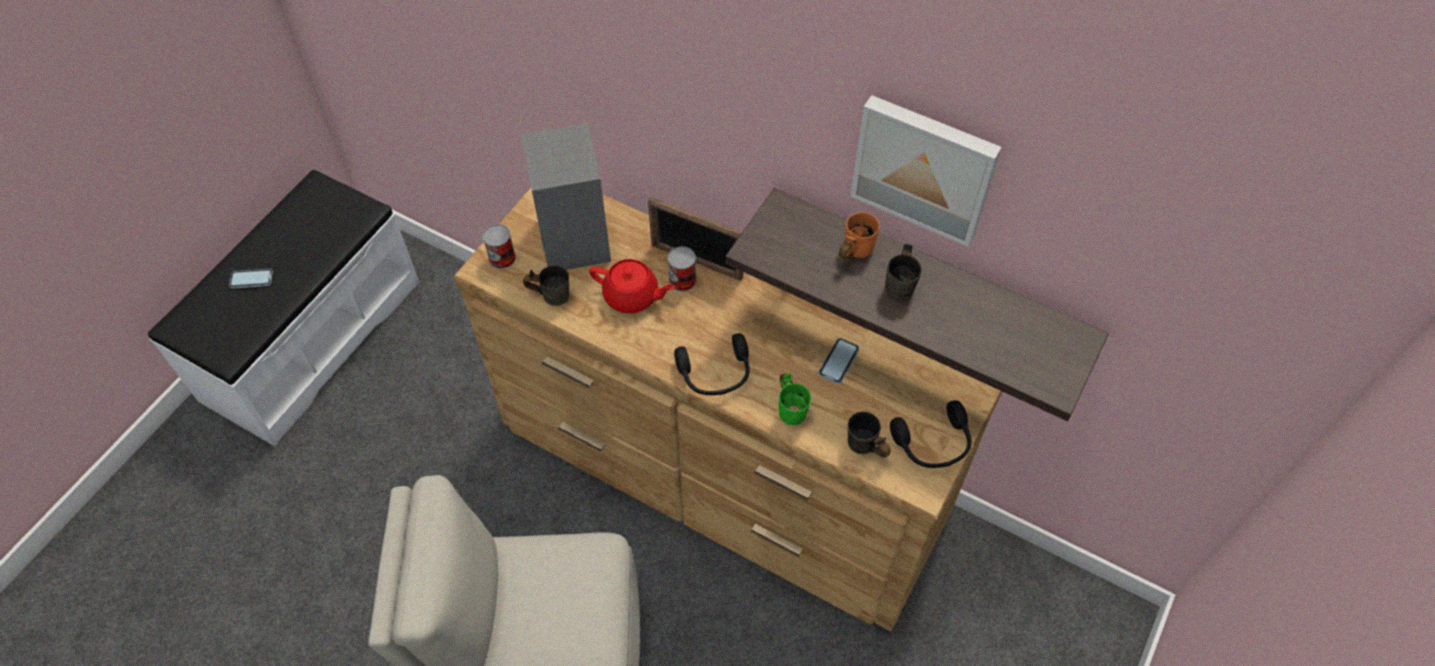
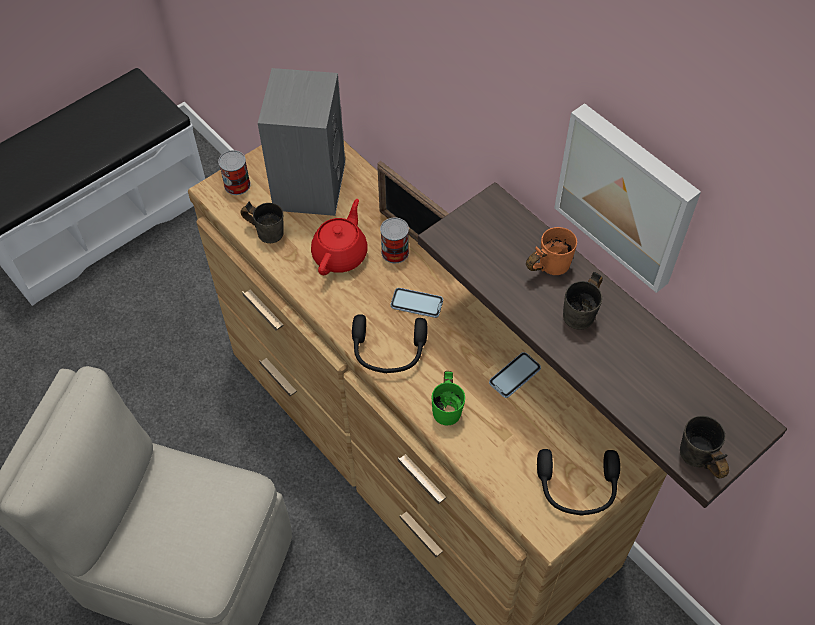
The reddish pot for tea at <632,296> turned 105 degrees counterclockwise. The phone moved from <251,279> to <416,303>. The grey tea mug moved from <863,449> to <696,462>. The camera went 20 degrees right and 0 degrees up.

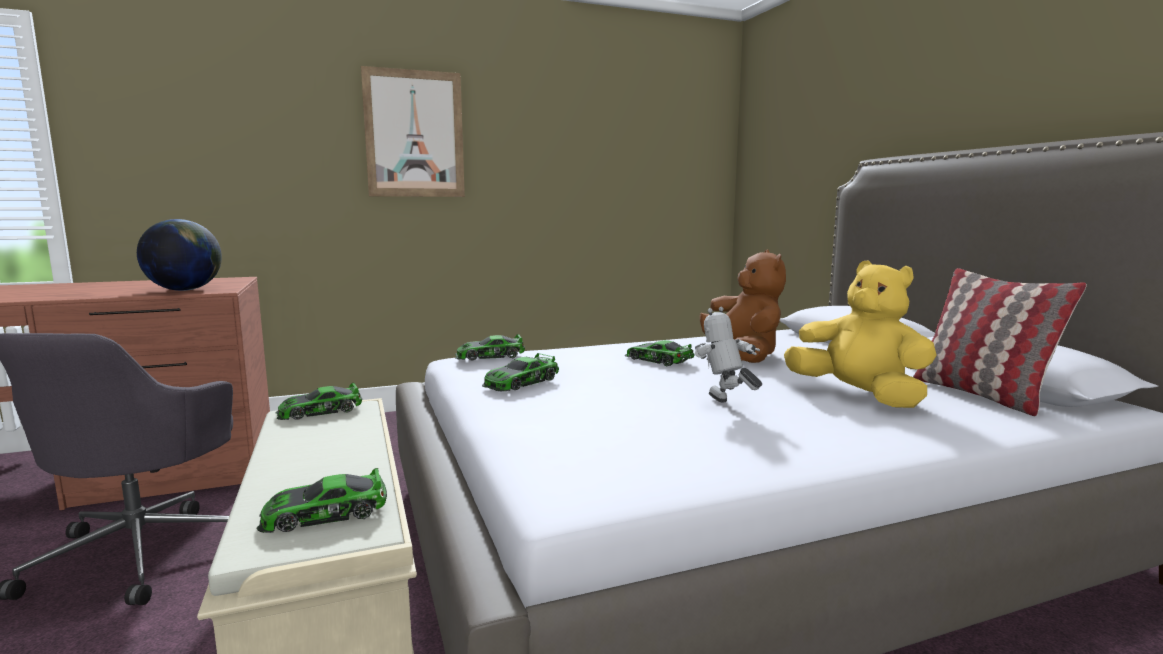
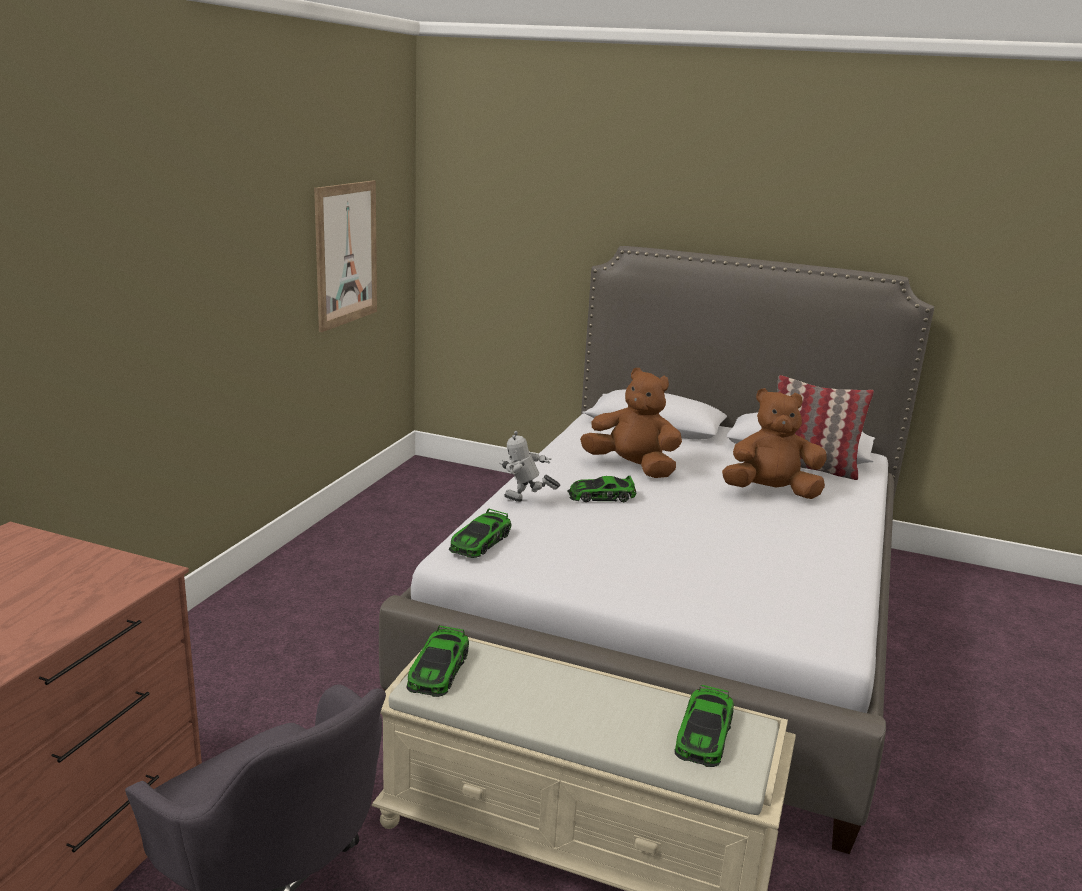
The wall art moved from <414,134> to <346,254>. The globe at <184,290> disappeared. The yellowish soft toy at <858,396> became the brownish soft toy at <770,492>. The model robot moved from <725,405> to <525,503>. The model car at <521,382> disappeared. The camera went 50 degrees left and 10 degrees up.

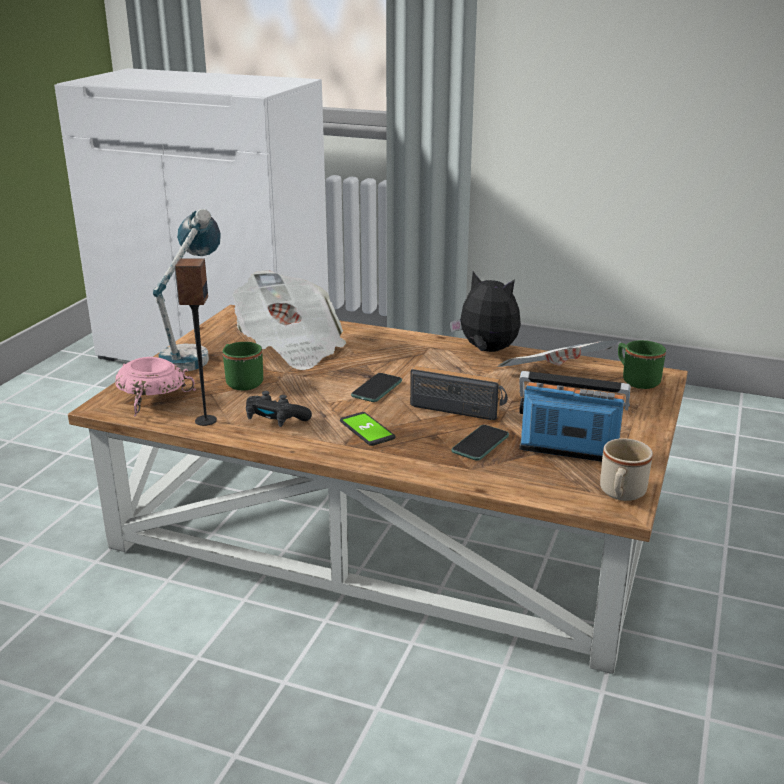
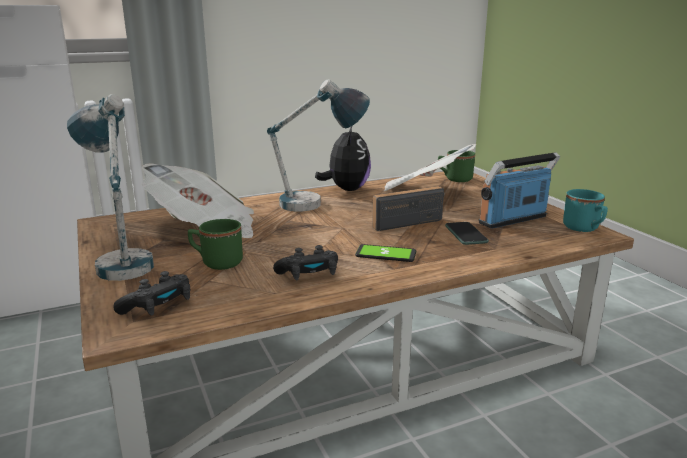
The speaker at <205,420> disappeared. The soft toy at <486,351> turned 105 degrees clockwise. The pink-coloured deep dish at <150,400> was replaced by the black gamepad at <158,307>. The phone at <377,389> disappeared. The sand-coloured tea mug at <621,494> became the turquoise tea mug at <584,228>. The table lamp at <318,206> appeared. The camera went 45 degrees left and 5 degrees down.

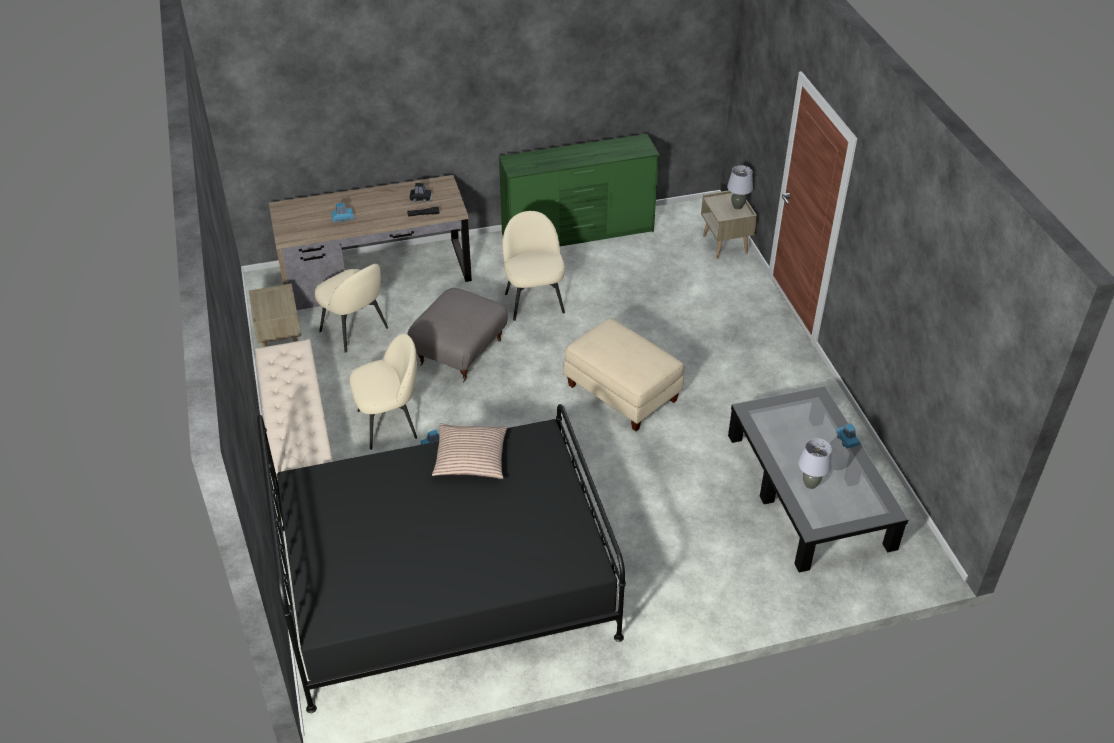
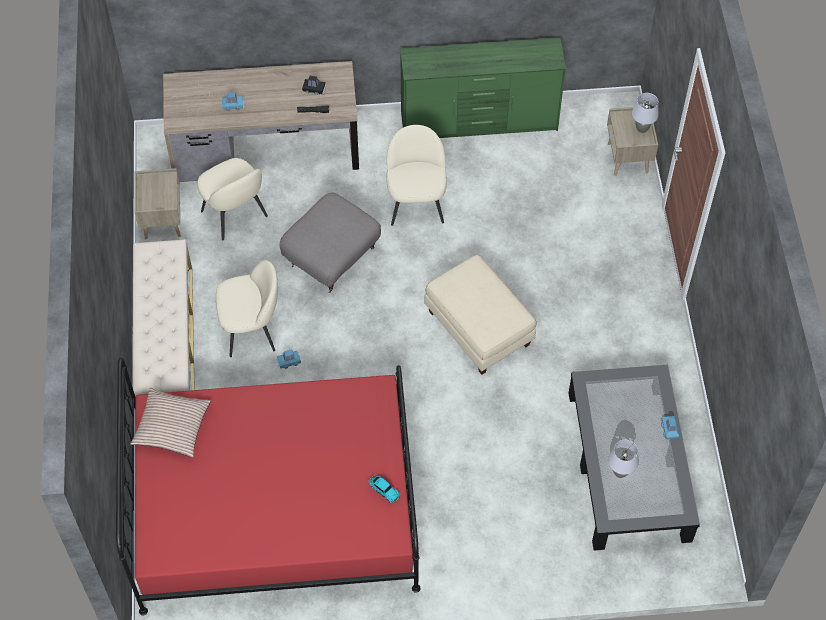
The black bed at <446,580> became the reddish bed at <276,507>. The pillow moved from <471,458> to <172,427>. The model car at <383,489> appeared. The camera went 10 degrees right and 15 degrees up.

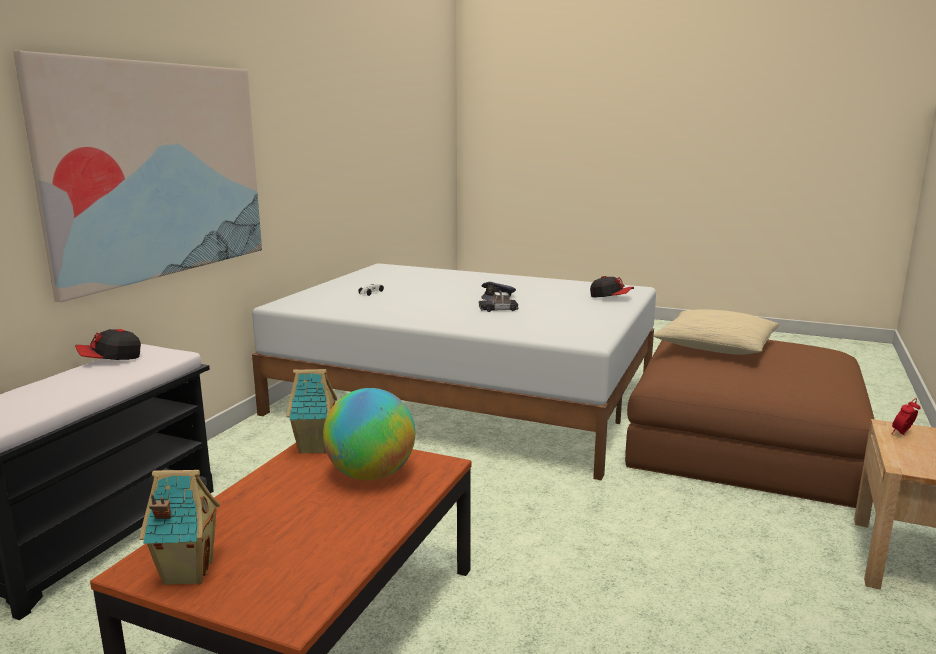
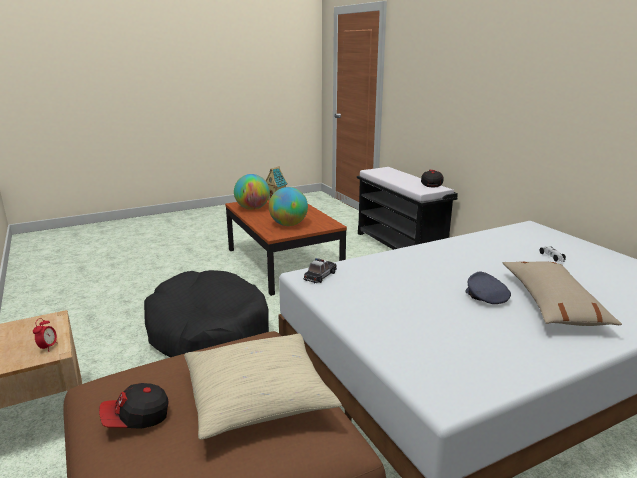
The wall art at <159,170> disappeared. The baseball cap moved from <611,297> to <136,418>. The model car moved from <498,309> to <320,275>. The model house at <316,447> disappeared. The globe at <252,208> appeared. The sand-coloured pillow at <552,303> appeared. The black pet bed at <208,332> appeared. The camera went 130 degrees right and 5 degrees up.

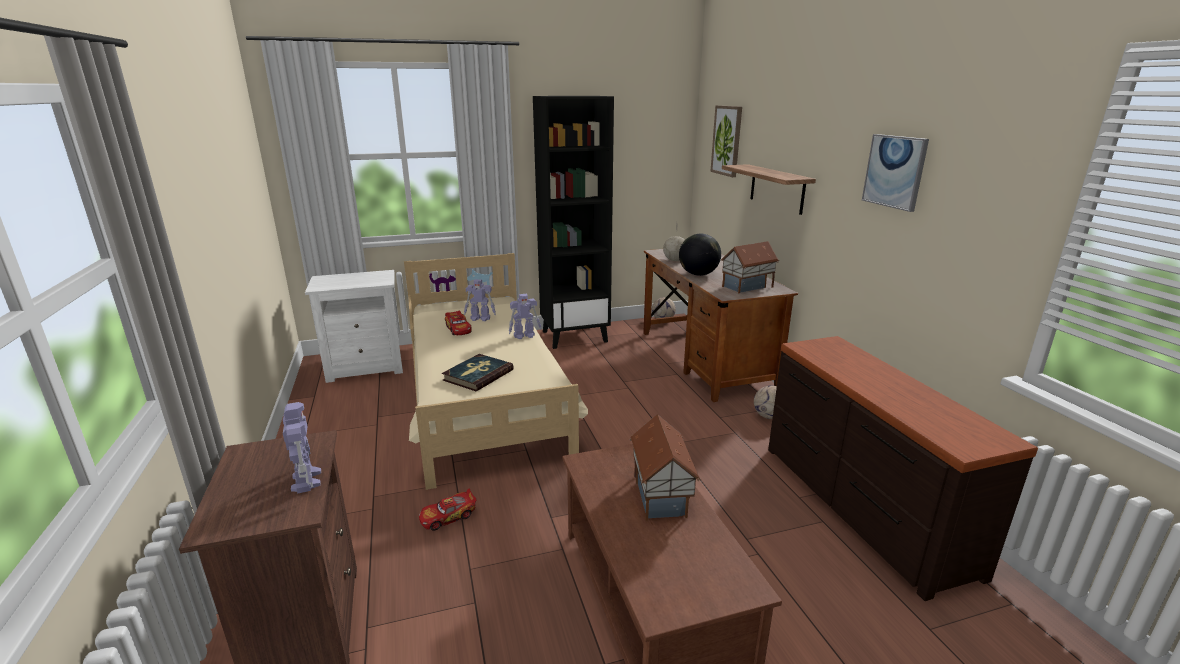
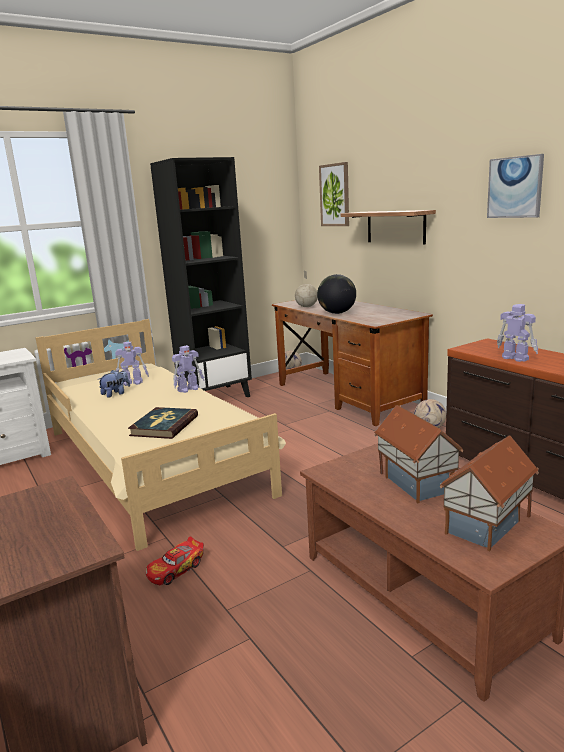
The model house moved from <747,287> to <489,525>. The model car at <458,329> was replaced by the soft toy at <116,394>. The model robot moved from <306,479> to <514,358>. The camera went 15 degrees left and 5 degrees down.

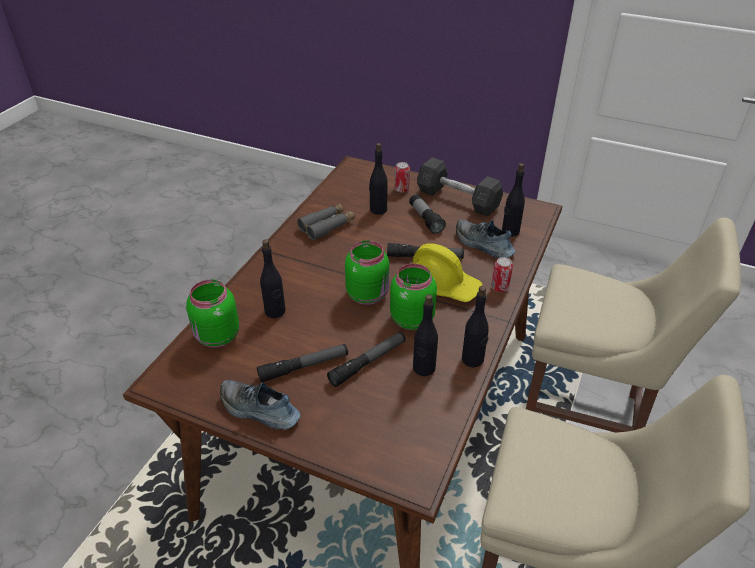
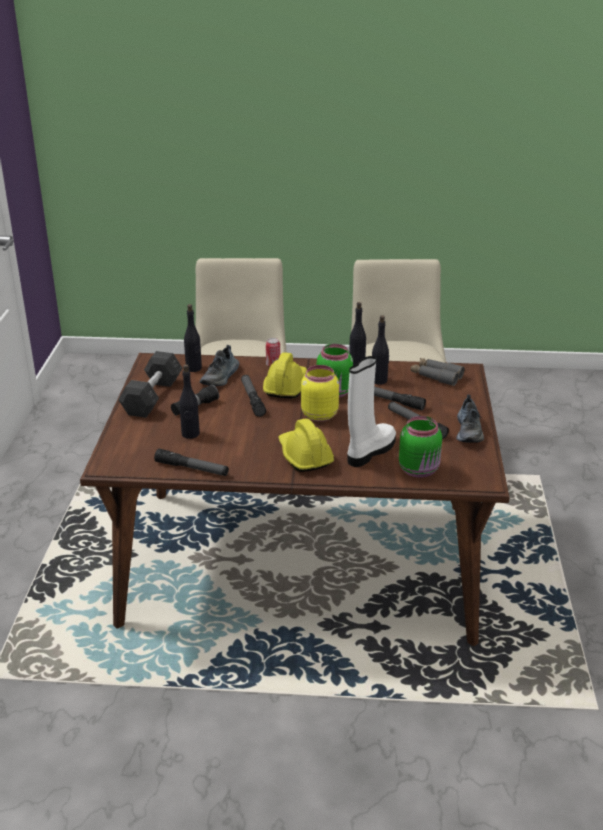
The can at <401,189> disappeared. The grey field glasses moved from <327,226> to <436,376>. The black bottle at <275,311> was replaced by the whitish tall boot at <370,451>. The green preserve jar at <368,294> became the yellowish preserve jar at <318,415>. The yellowish hard hat at <304,456> appeared. The flashlight at <192,468> appeared. The camera went 110 degrees left and 10 degrees down.

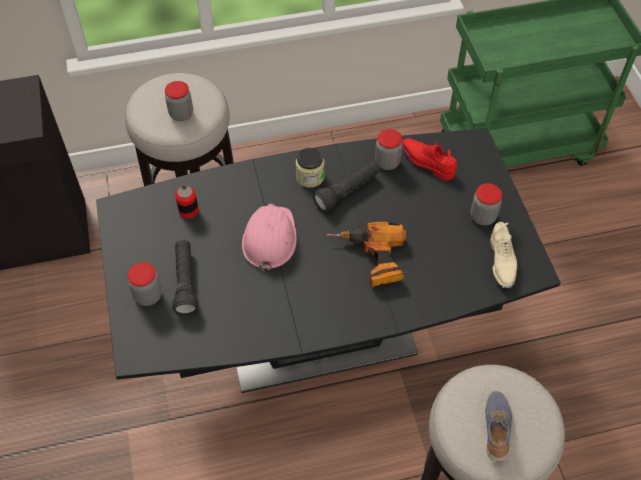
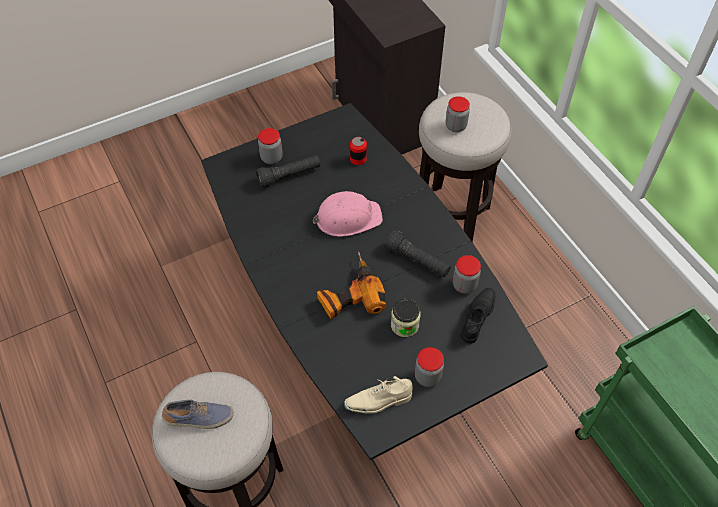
The reddish item of footwear at <426,162> became the black item of footwear at <477,317>. The preserve jar moved from <310,177> to <404,325>. The camera went 75 degrees right and 0 degrees up.

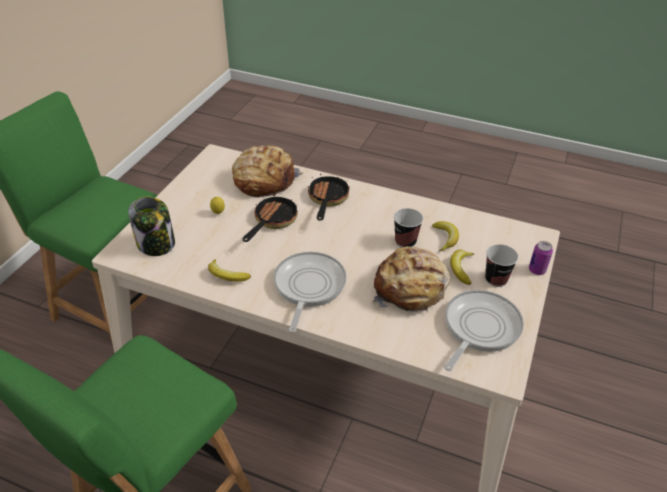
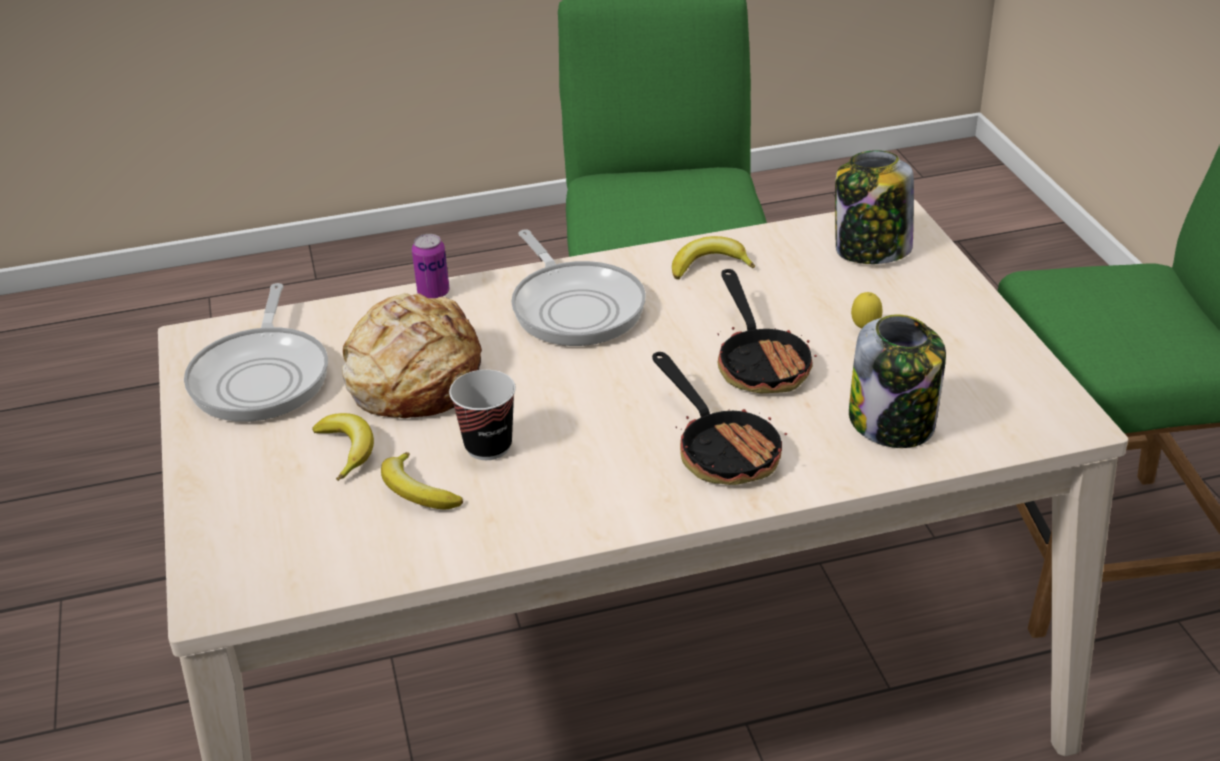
The bread at <264,180> was replaced by the preserve jar at <893,423>. The can moved from <537,270> to <433,293>. The drinking cup at <496,279> disappeared. The camera went 145 degrees right and 5 degrees down.

